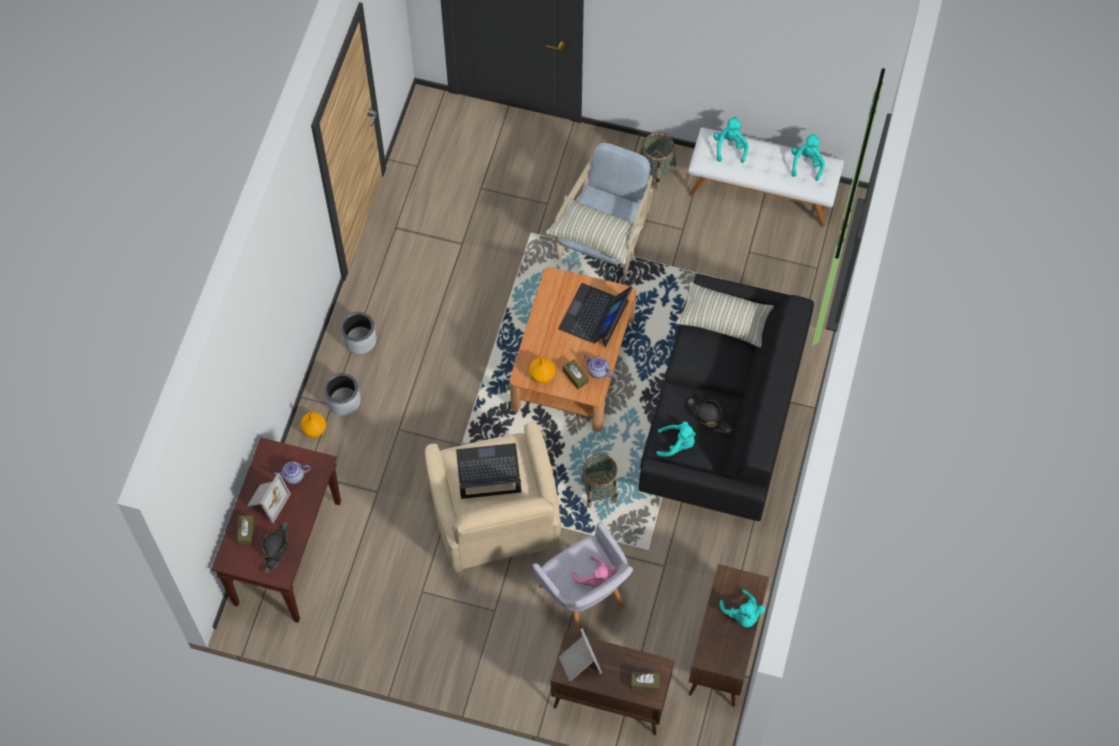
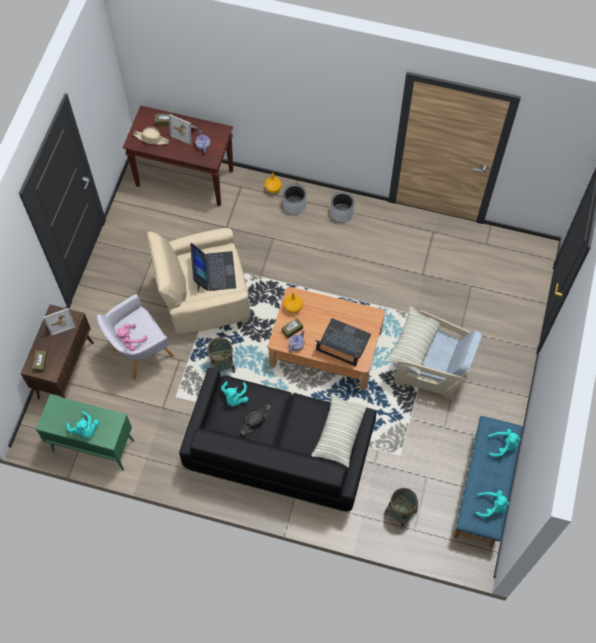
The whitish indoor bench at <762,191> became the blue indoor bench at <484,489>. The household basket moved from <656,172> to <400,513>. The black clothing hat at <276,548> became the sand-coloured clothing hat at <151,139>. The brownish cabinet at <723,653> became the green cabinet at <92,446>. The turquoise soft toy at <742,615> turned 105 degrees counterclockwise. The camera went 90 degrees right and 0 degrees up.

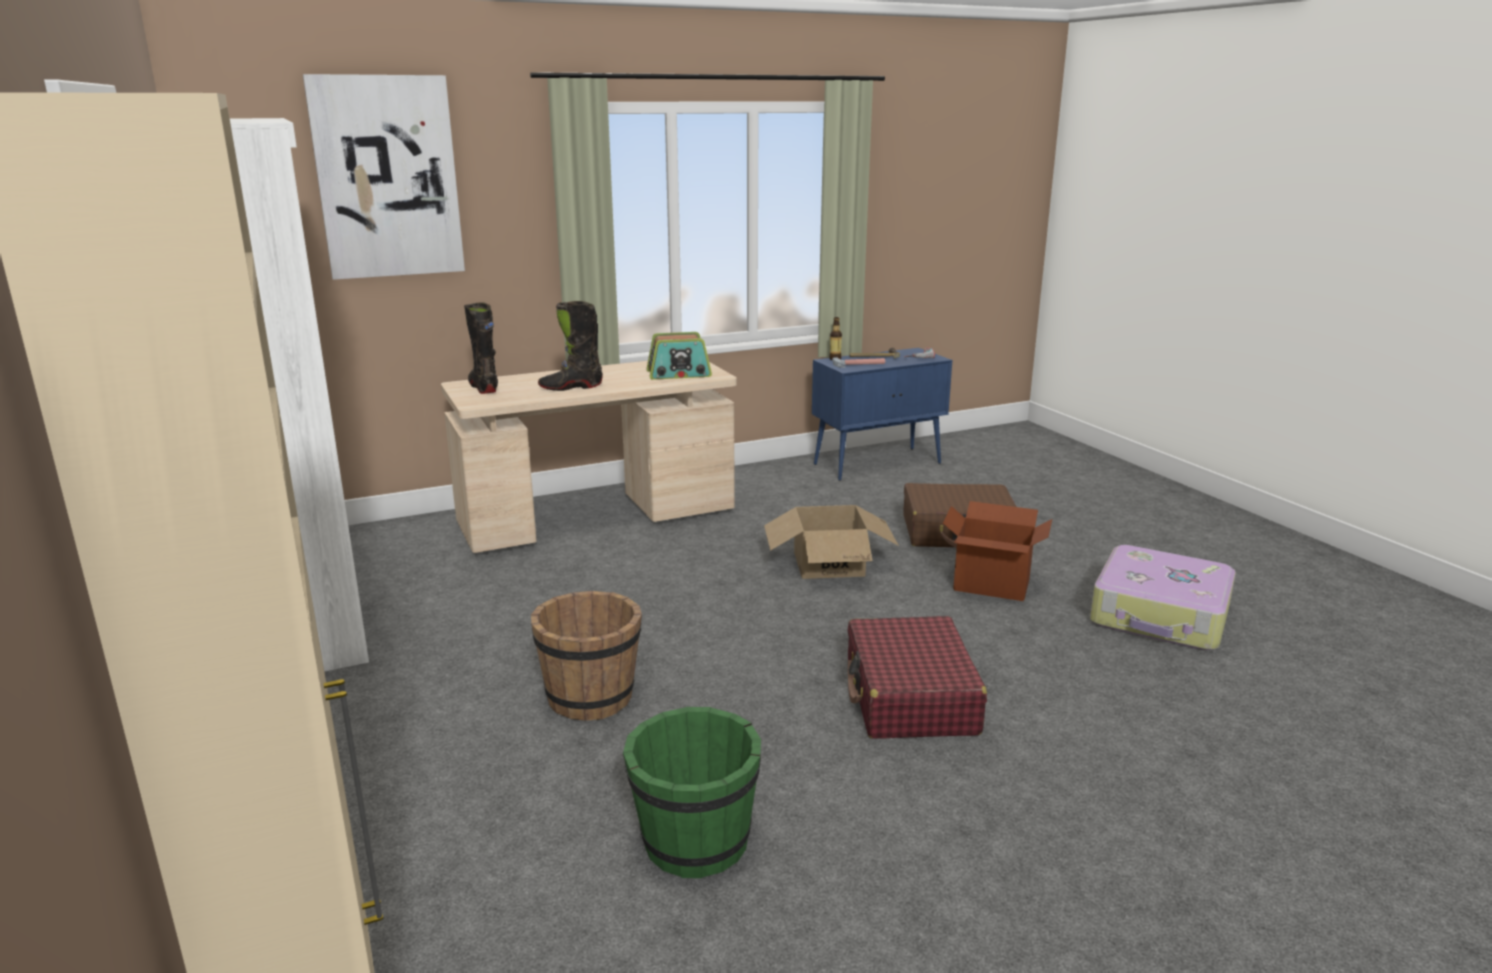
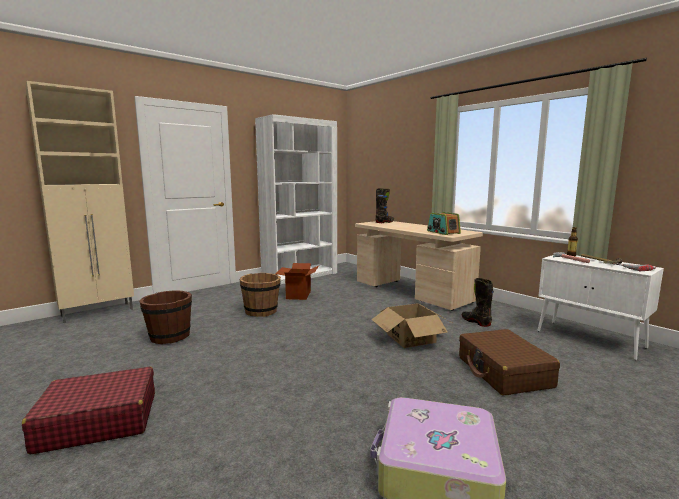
The wall art at <387,177> disappeared. The black tall boot moved from <571,387> to <476,322>. The blue cabinet at <878,463> became the whitish cabinet at <590,339>. The carton moved from <991,585> to <298,295>. The reddish travel case moved from <910,697> to <98,421>. The green pail at <695,843> became the brownish pail at <169,337>. The camera went 75 degrees right and 10 degrees down.

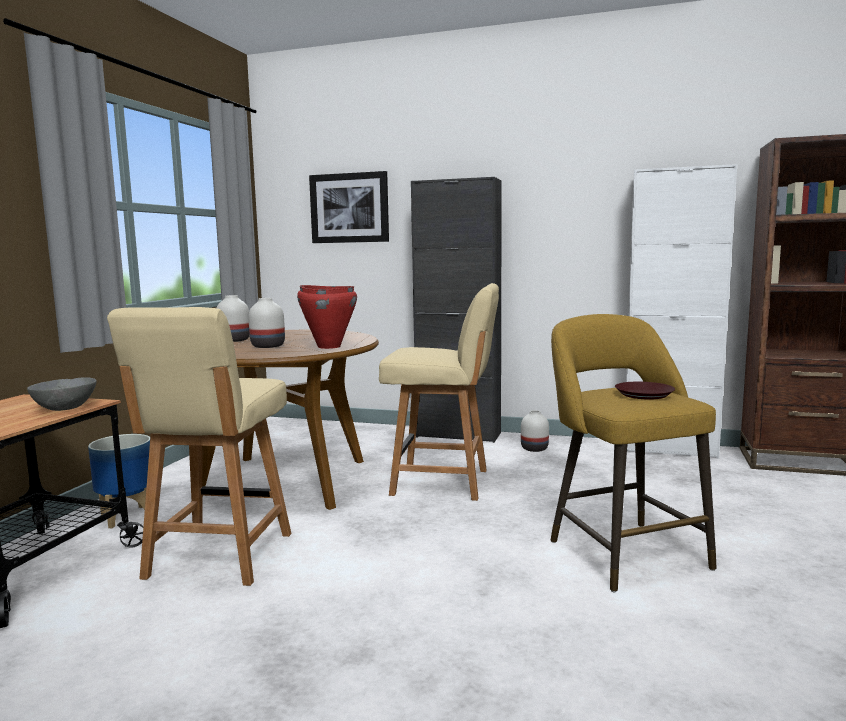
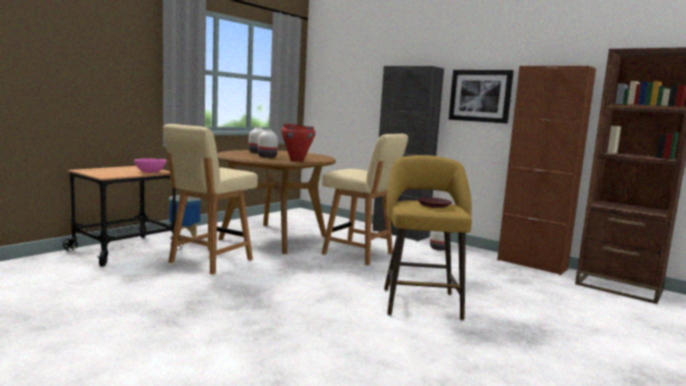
The whitish cabinet at <669,449> became the brownish cabinet at <532,264>. The wall art moved from <349,208> to <480,96>. The grey deep dish at <65,408> became the pink-coloured deep dish at <150,172>. The camera went 20 degrees right and 0 degrees up.

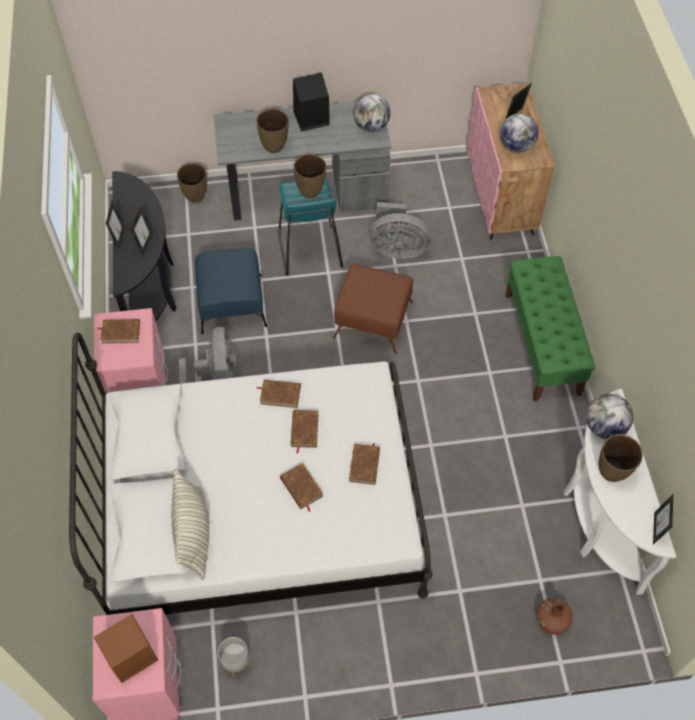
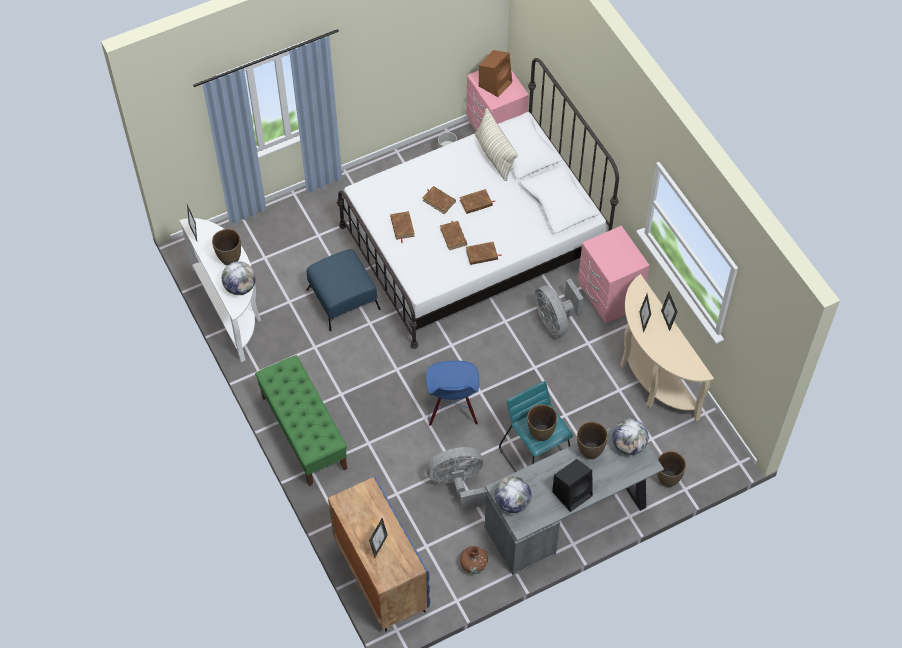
The pink-coloured cabinet at <500,196> became the blue cabinet at <380,575>. The globe moved from <516,146> to <628,445>. The black narrow table at <151,289> became the sand-coloured narrow table at <651,377>. The blue footrest moved from <232,303> to <343,300>. The brownish footrest at <373,320> was replaced by the blue chair at <452,409>. The brownish volume moved from <121,332> to <476,203>. The brownish flower vase moved from <551,621> to <473,564>. The camera went 160 degrees right and 0 degrees up.

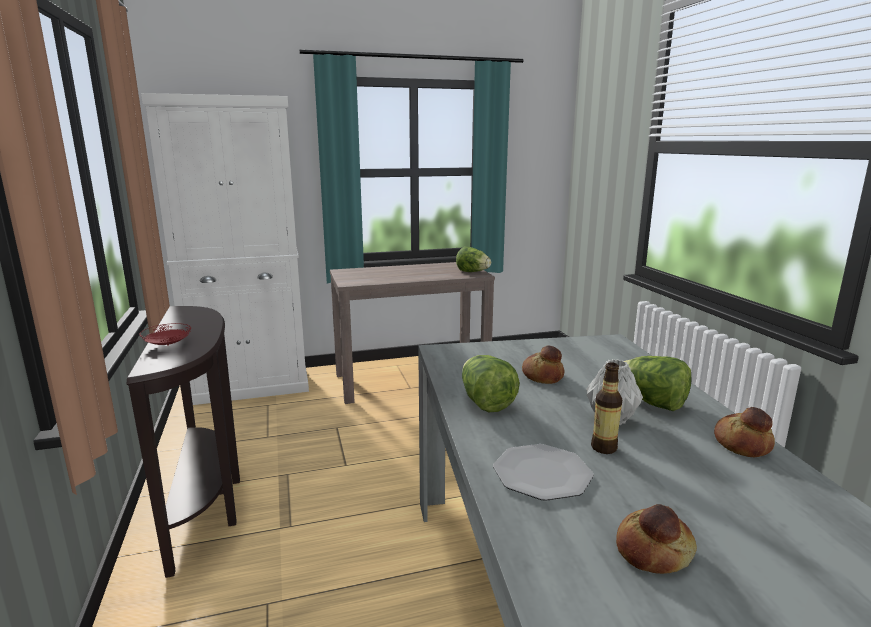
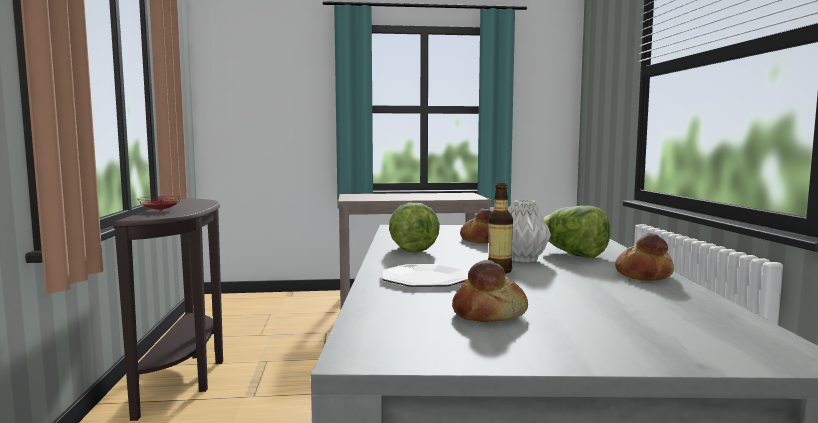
The whitish cabinet at <251,386> disappeared. The lettuce head at <473,272> disappeared. The camera went 10 degrees right and 10 degrees down.

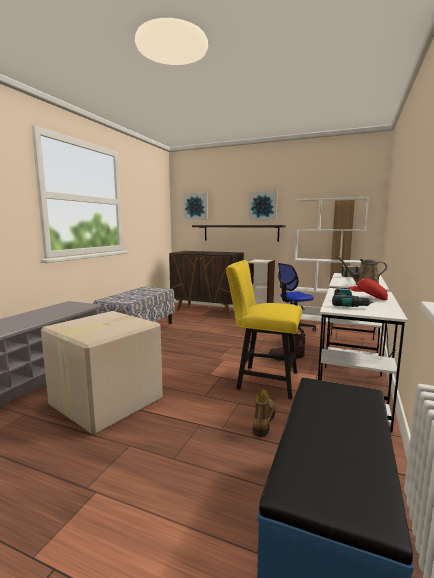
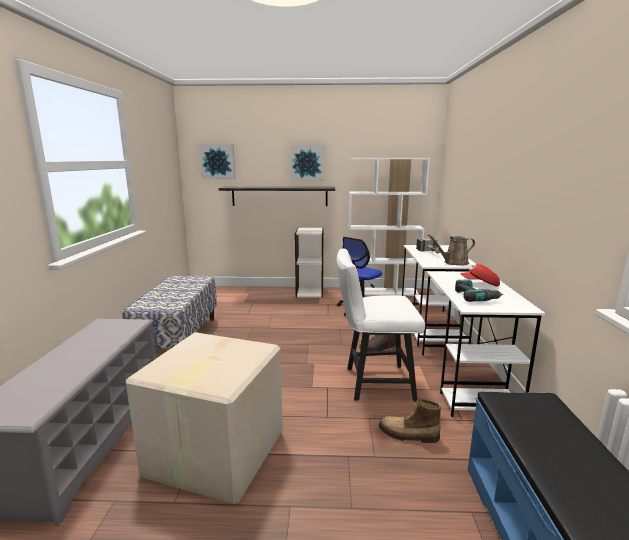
The brownish cabinet at <207,310> disappeared. The yellowish chair at <262,380> became the whitish chair at <373,383>. The tall boot at <263,421> turned 75 degrees counterclockwise. The camera went 20 degrees left and 5 degrees up.

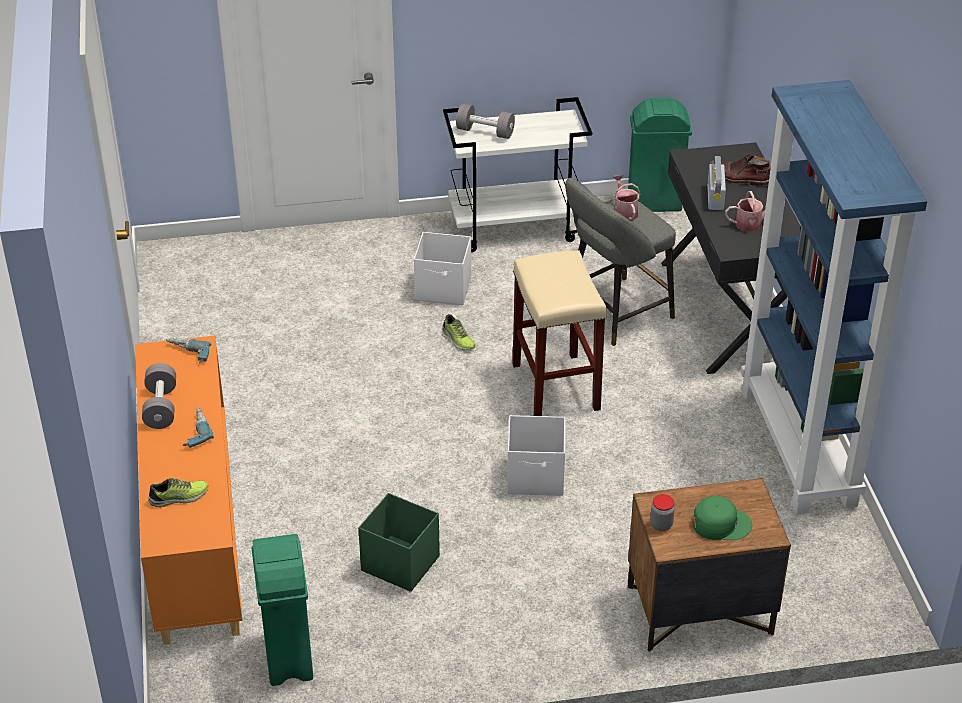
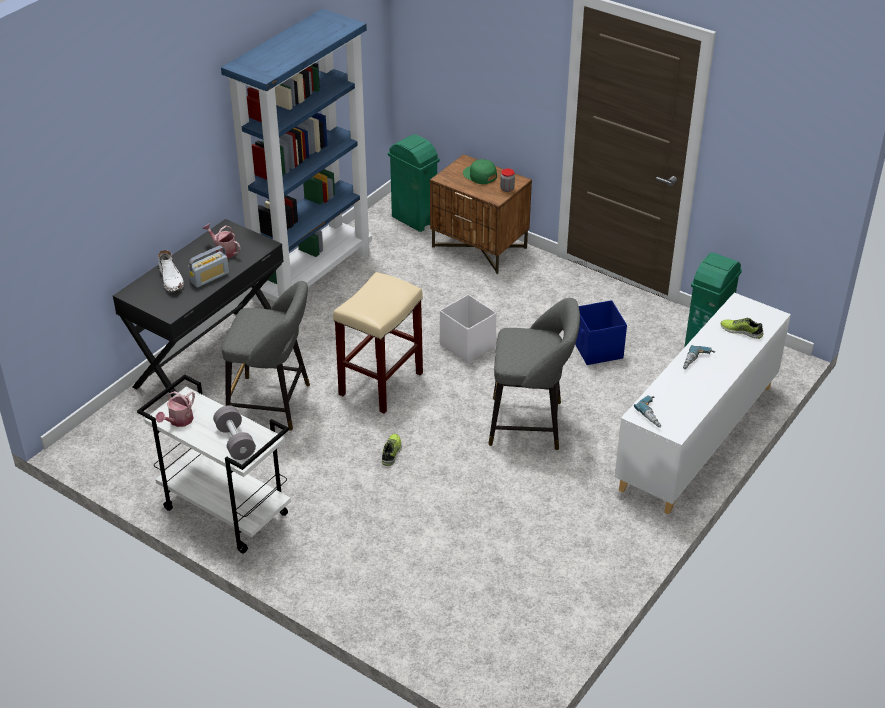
The green trash can moved from <653,203> to <414,220>. The brownish tall boot at <739,178> became the whitish tall boot at <171,280>. The watering can moved from <624,212> to <179,421>. The whitish storage container at <444,289> disappeared. The orange-coloured cabinet at <194,530> became the whitish cabinet at <697,437>. The grey hand weight at <161,407> disappeared. The green storage container at <399,563> became the blue storage container at <597,350>. The grey stool seat at <531,424> appeared. The camera went 135 degrees left and 0 degrees up.

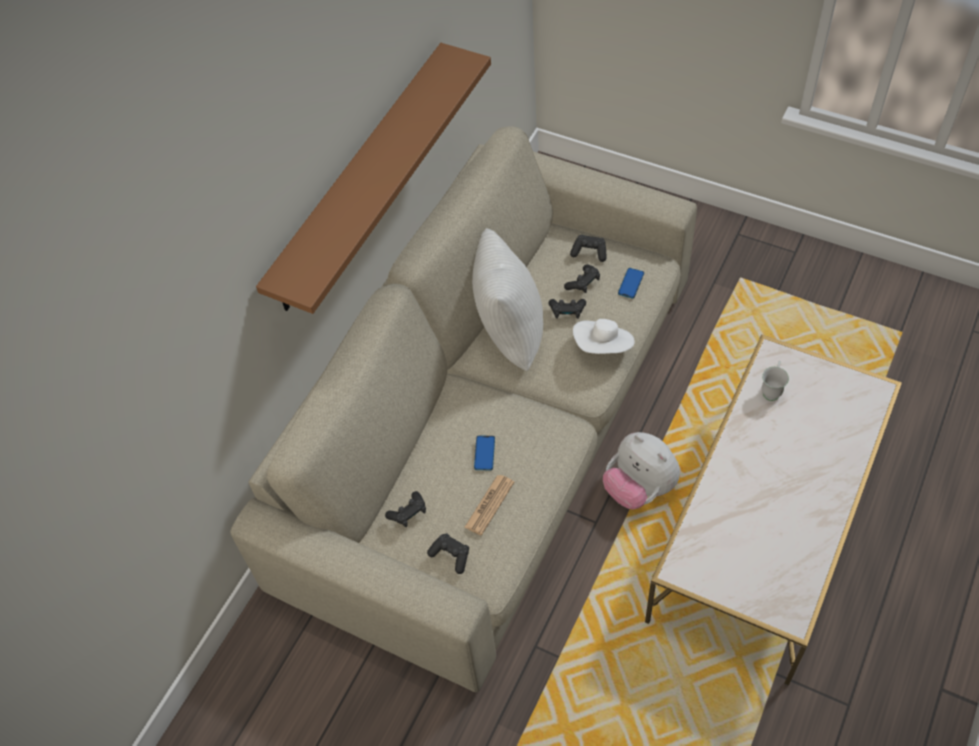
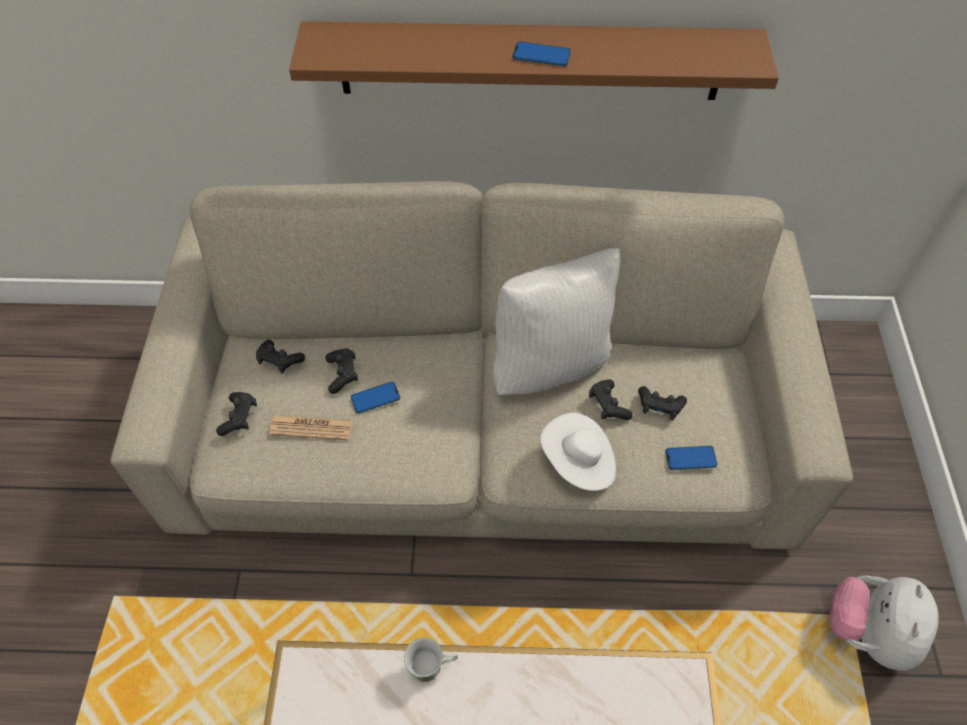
The black gamepad moved from <589,252> to <342,374>. The whitish tea mug moved from <772,390> to <433,668>. The soft toy moved from <639,488> to <867,632>. The phone at <541,55> appeared. The camera went 60 degrees right and 0 degrees up.

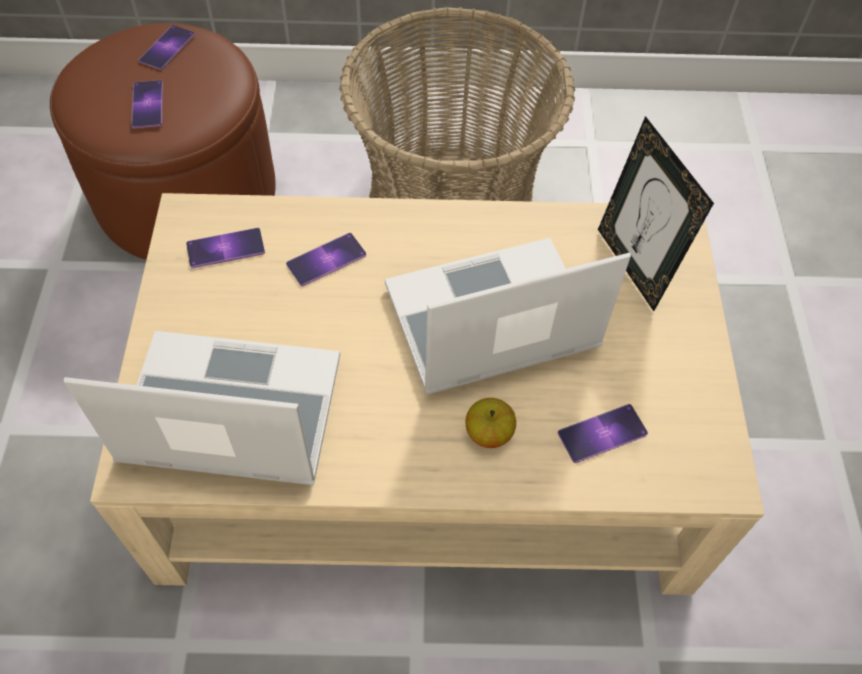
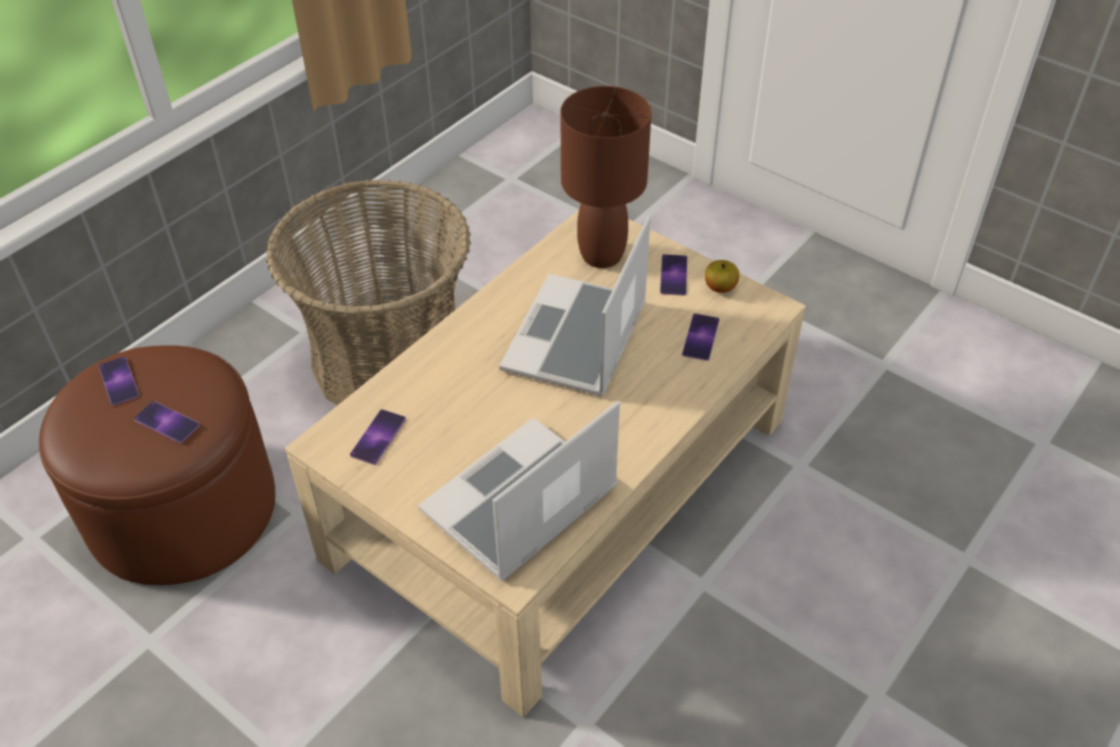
The picture frame at <633,266> was replaced by the brownish table lamp at <602,254>. The phone moved from <326,259> to <673,275>. The whole apple moved from <489,433> to <720,287>. The camera went 50 degrees left and 10 degrees down.

